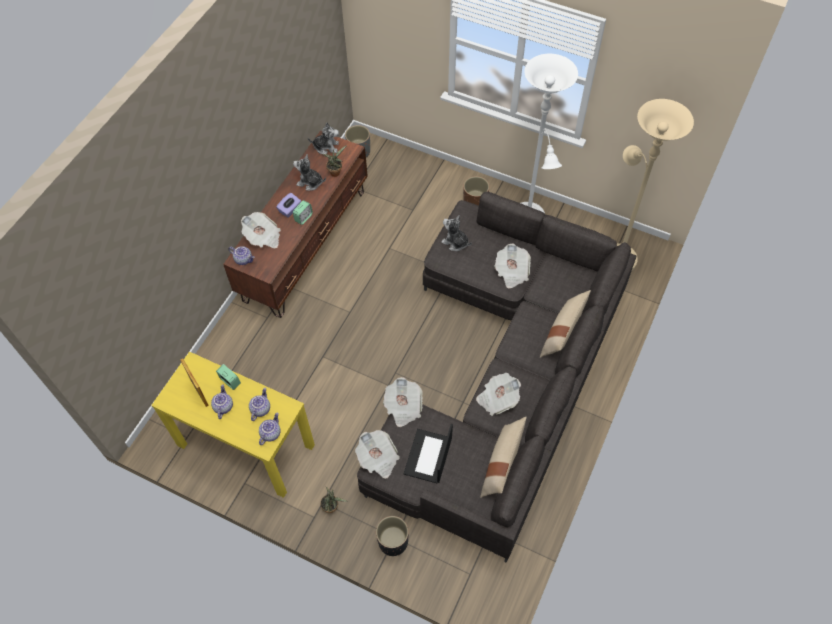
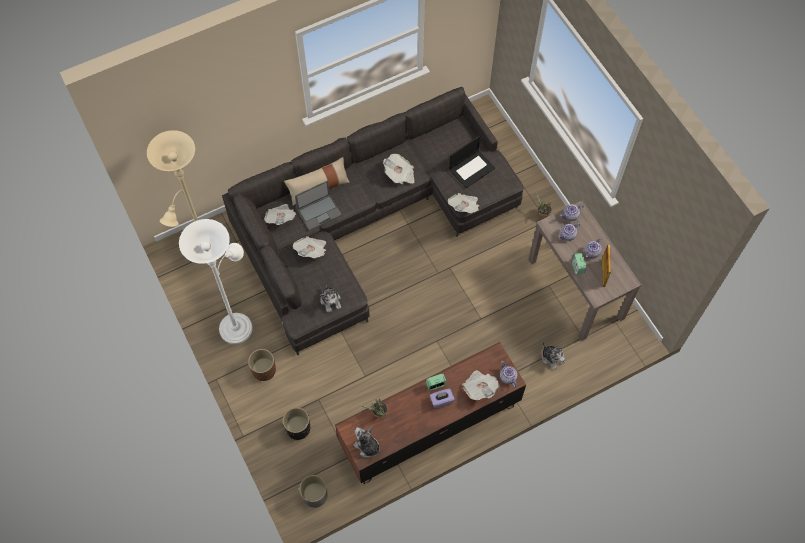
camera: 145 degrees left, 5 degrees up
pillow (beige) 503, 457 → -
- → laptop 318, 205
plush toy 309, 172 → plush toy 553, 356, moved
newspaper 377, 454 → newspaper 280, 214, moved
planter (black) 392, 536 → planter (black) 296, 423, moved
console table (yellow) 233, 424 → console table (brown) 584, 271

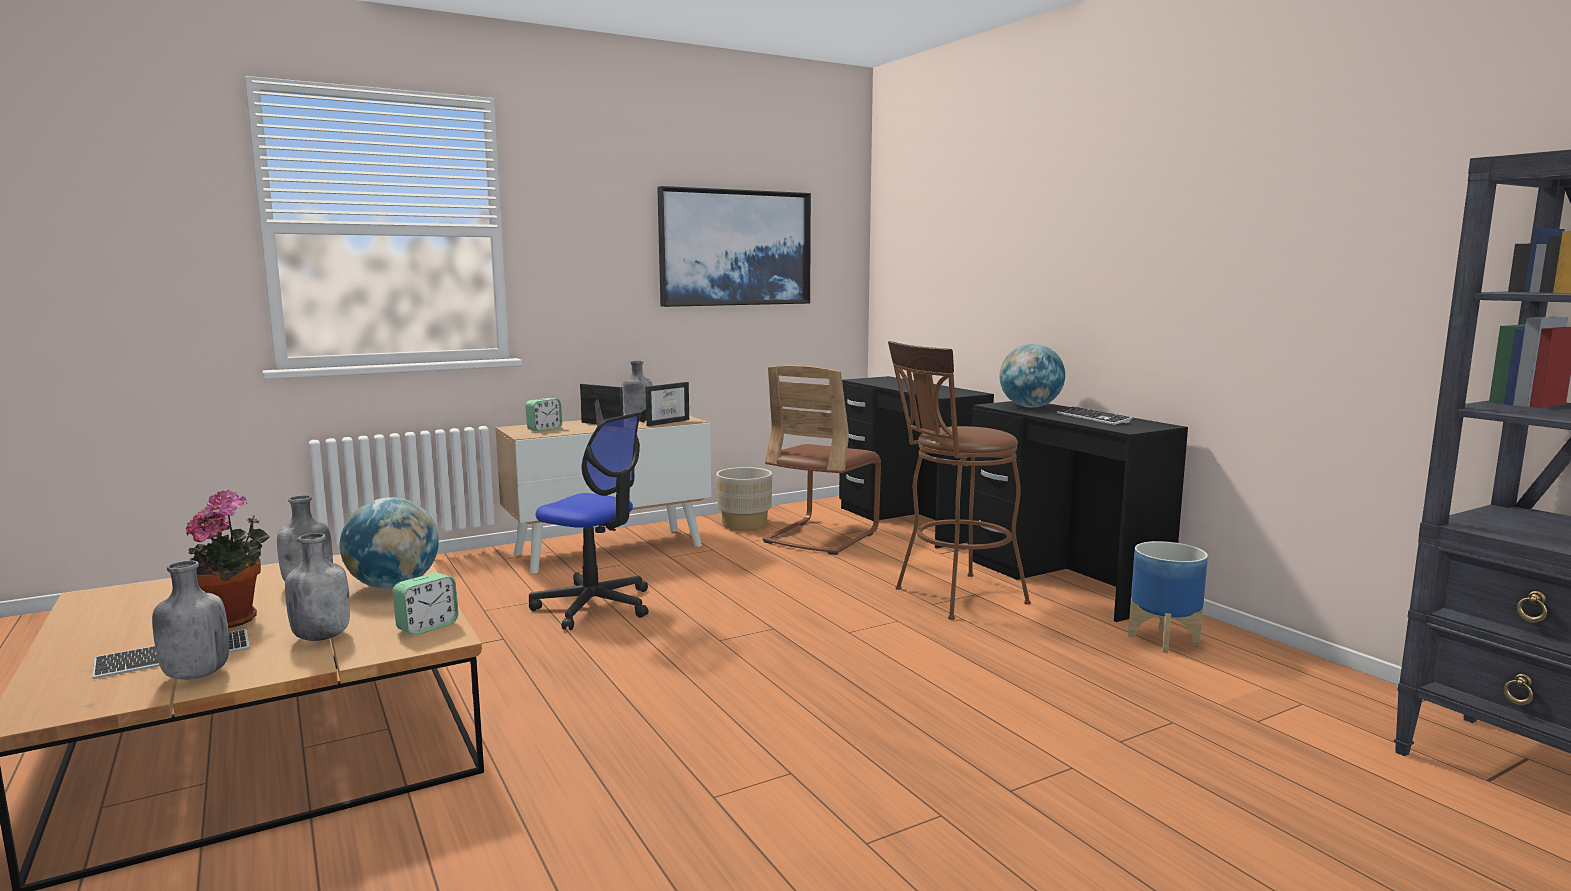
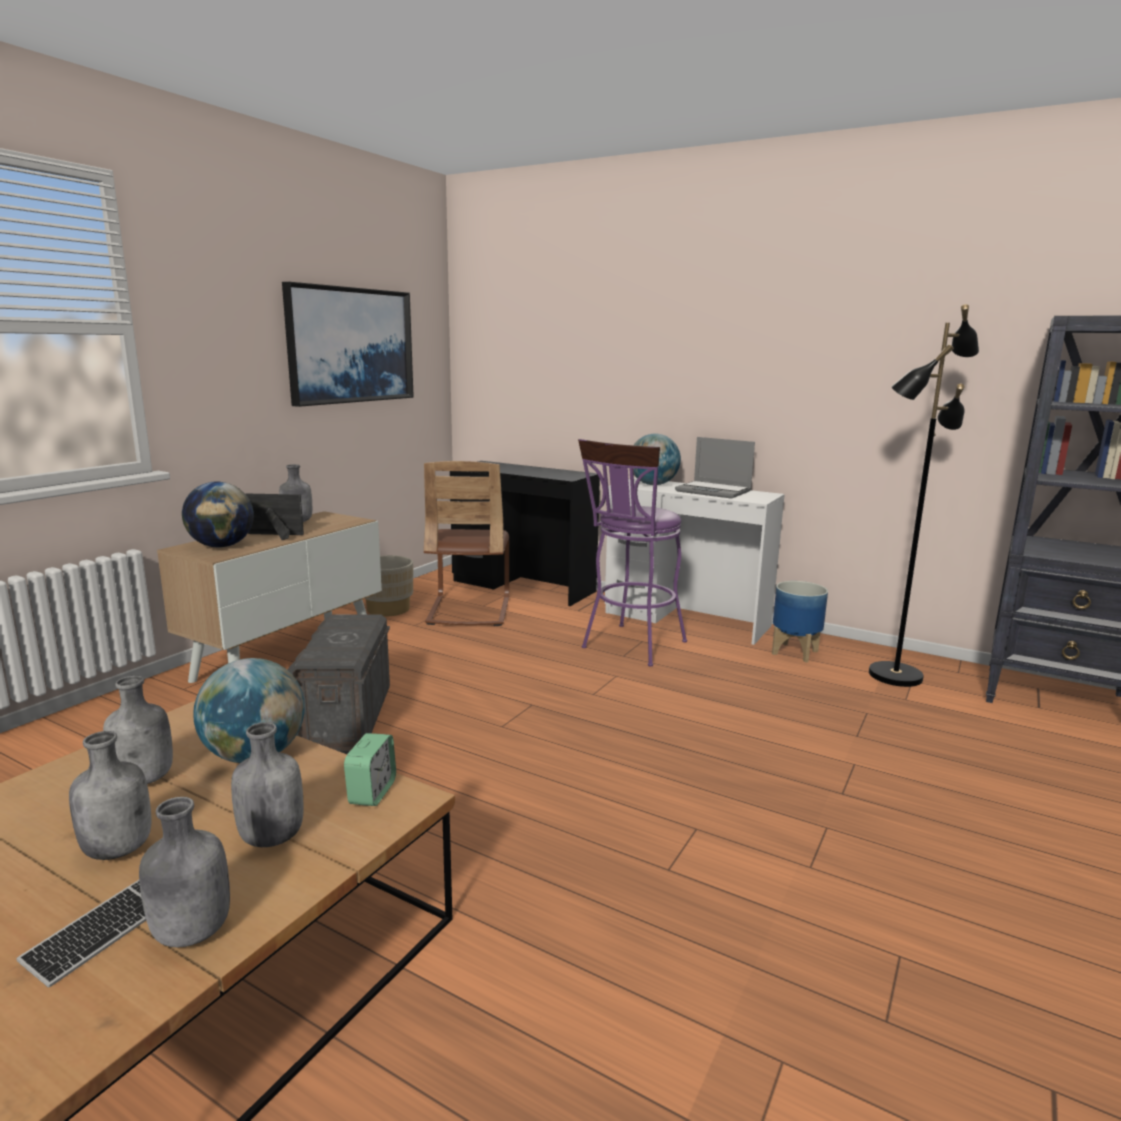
camera: 30 degrees left, 5 degrees up
picture frame 664, 404 → -
- → floor lamp (black) 924, 495
potted plant 228, 558 → bottle (grey) 110, 795
alarm clock 543, 414 → globe 218, 515
office chair 589, 521 → storage box (grey) 339, 684
keyboard 1094, 415 → laptop 715, 468
stool (brown) 959, 480 → stool (purple) 632, 552
desk (black) 1077, 511 → desk (white) 695, 561

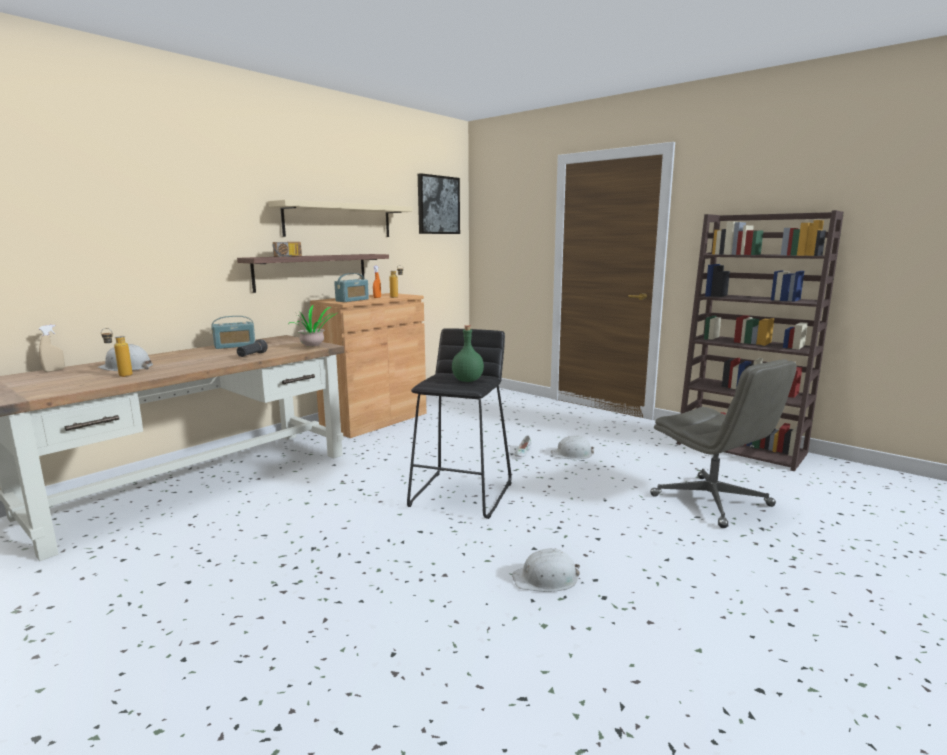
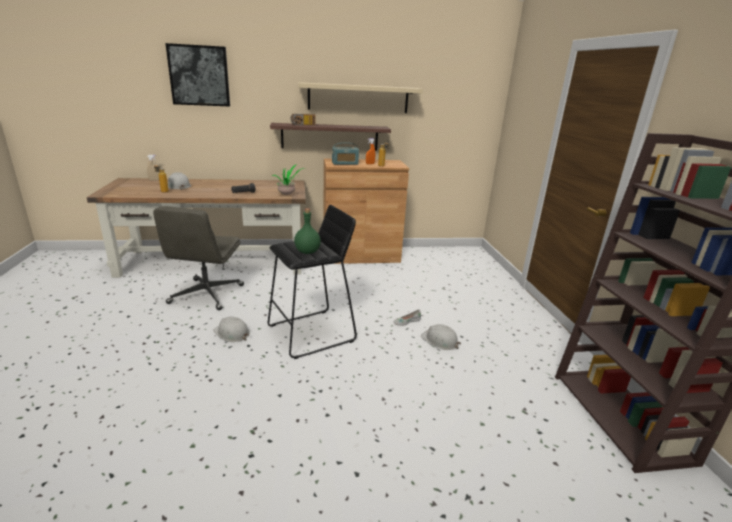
camera: 40 degrees right, 10 degrees up
radio 233, 332 → -
picture 439, 203 → picture 197, 74, moved
hard hat (white) 546, 570 → hard hat (white) 231, 329, moved
office chair (grey) 723, 443 → office chair (grey) 198, 258, moved

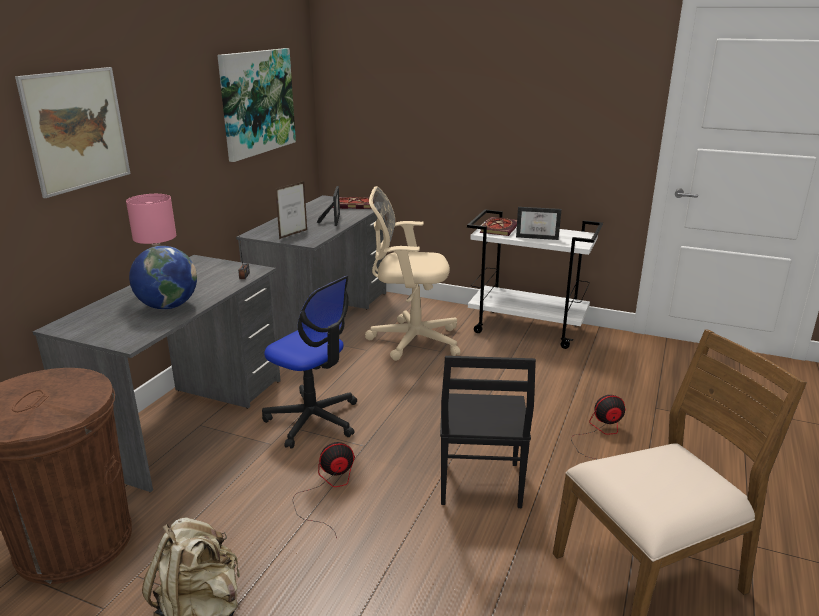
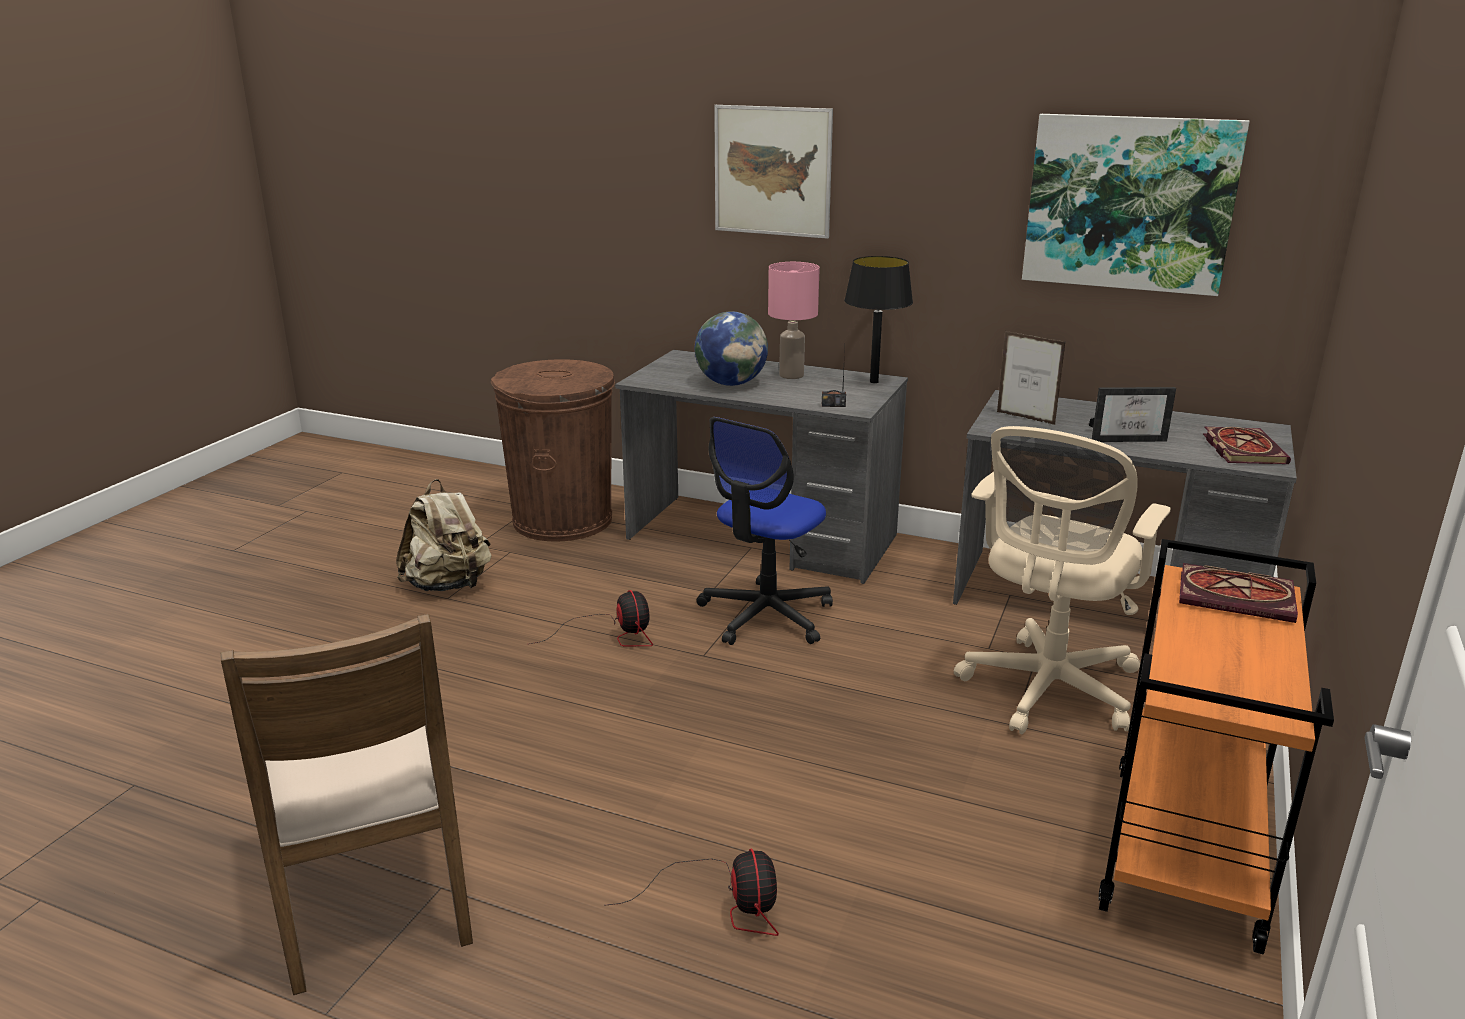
camera: 90 degrees right, 0 degrees up
chair (black) 488, 432 → -
picture frame 539, 223 → -
- → table lamp (black) 878, 319
cart (white) 535, 279 → cart (orange) 1216, 746
office chair (beige) 412, 273 → office chair (beige) 1062, 580, 150 degrees counterclockwise

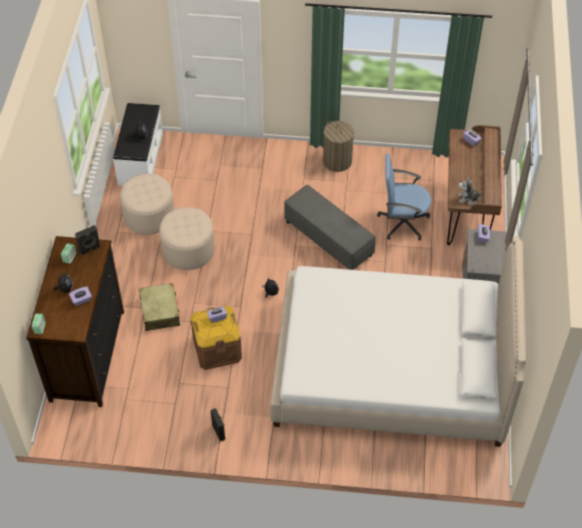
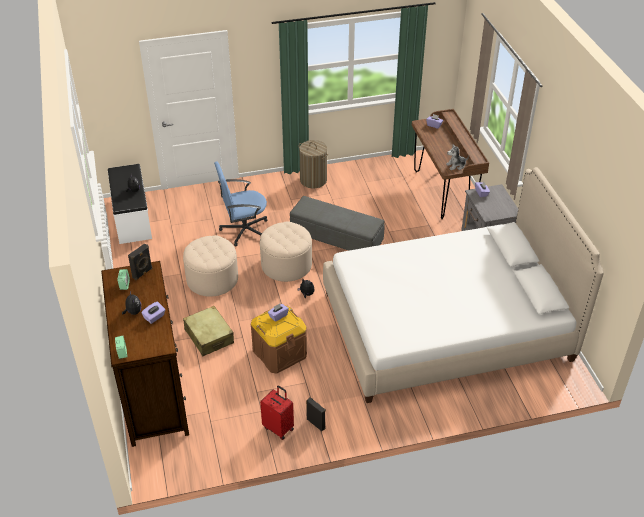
camera: 20 degrees left, 10 degrees down
- → suitcase (red) 277, 412
ottoman (beige) 147, 204 → ottoman (beige) 286, 252, moved
office chair (blue) 404, 197 → office chair (blue) 240, 204, moved

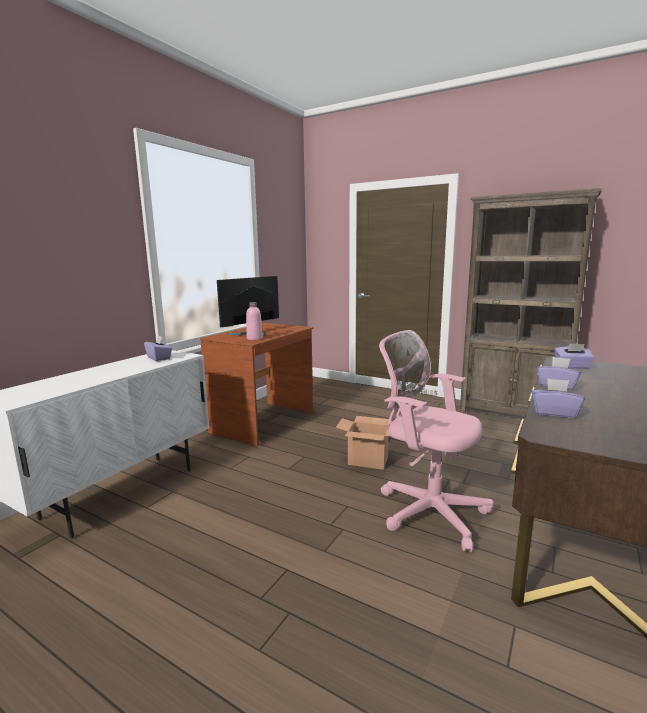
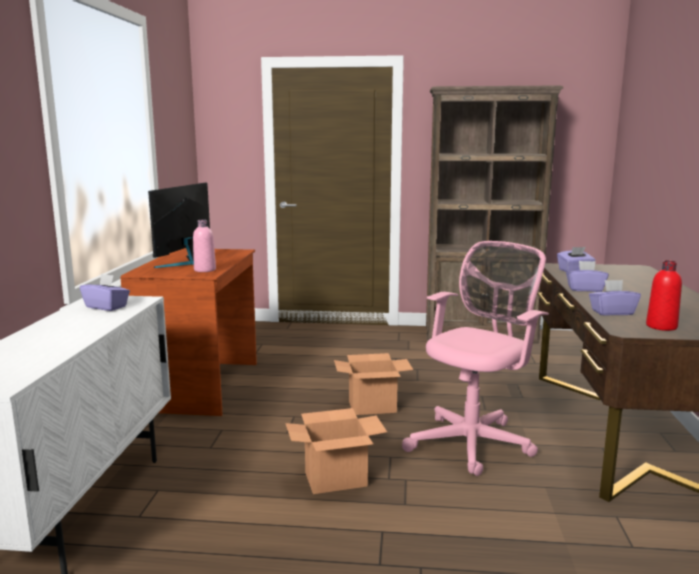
camera: 25 degrees left, 0 degrees up
- → cardboard box 336, 451
- → bottle (red) 664, 295
office chair (pink) 436, 441 → office chair (pink) 475, 358, 120 degrees clockwise

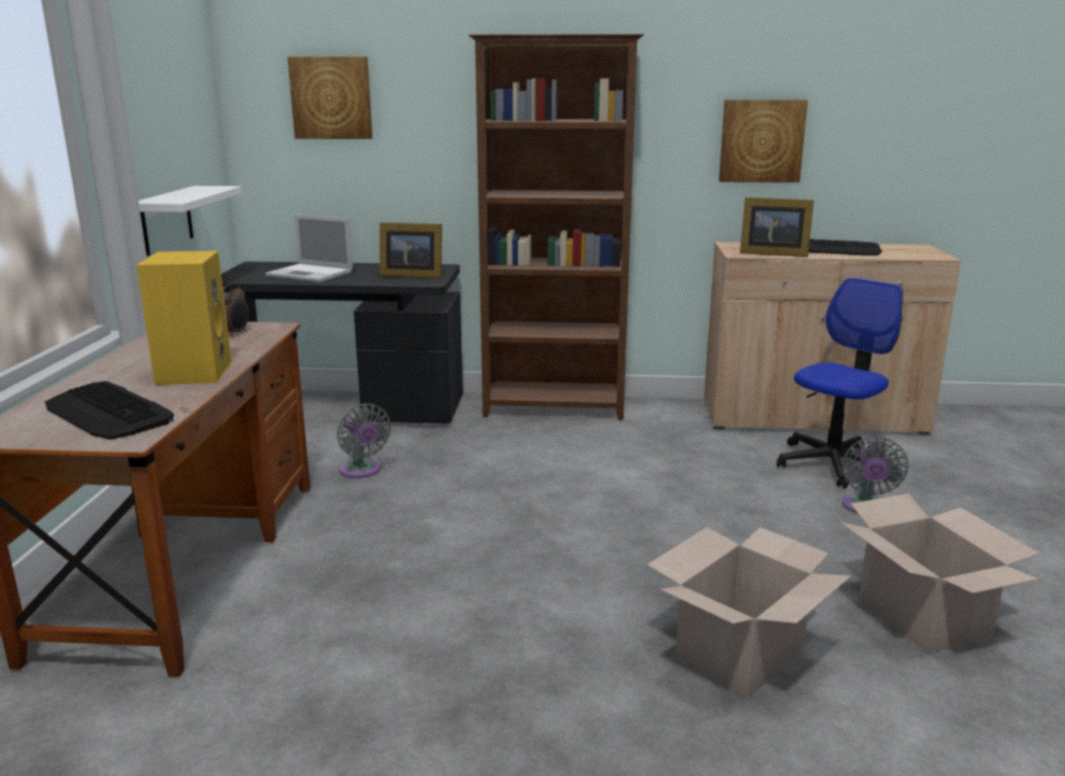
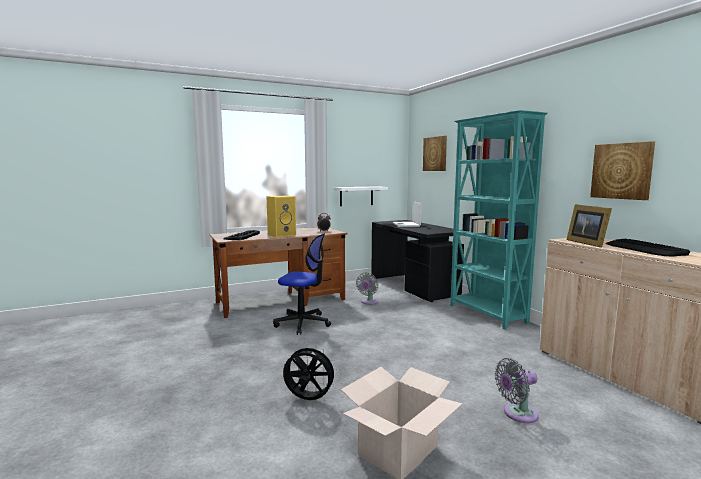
camera: 60 degrees right, 10 degrees down
picture frame 411, 250 → -
office chair 840, 383 → office chair 302, 284, moved
cardboard box 749, 612 → fan (black) 310, 372
bookcase (brown) 556, 227 → bookcase (turquoise) 499, 219

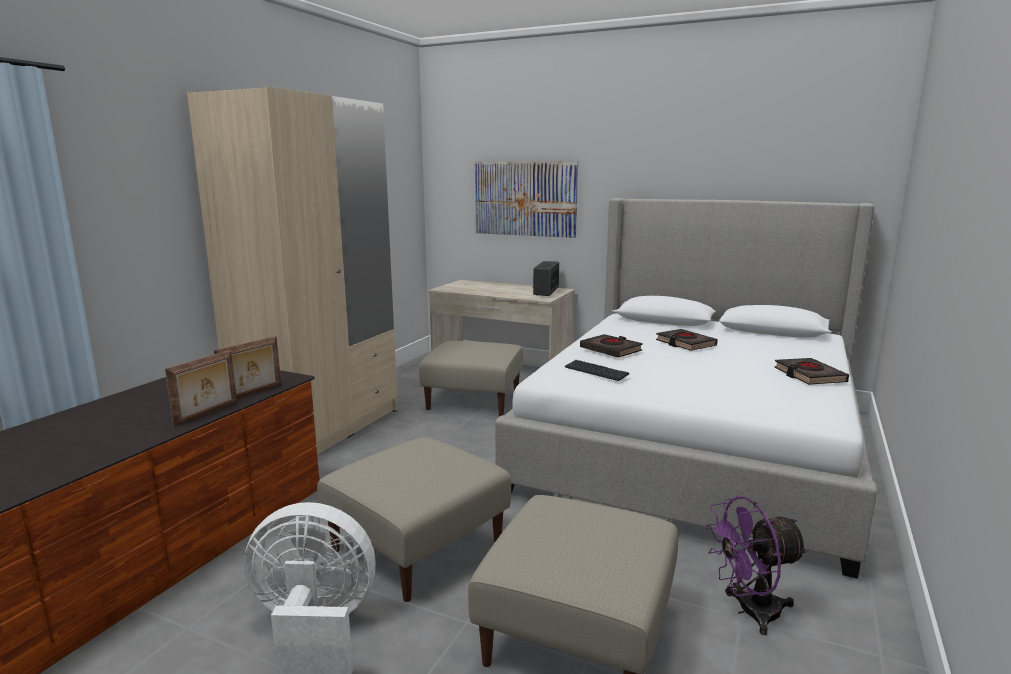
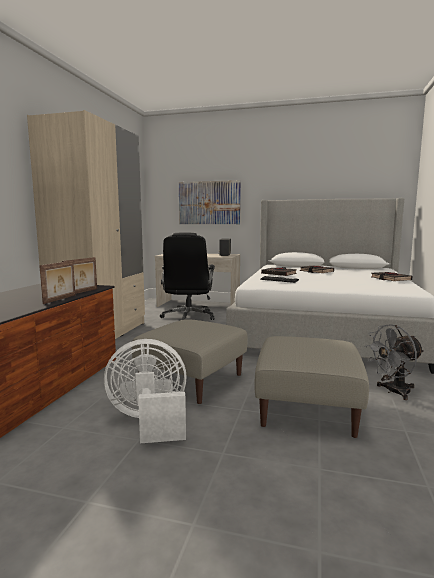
camera: 10 degrees left, 5 degrees down
ottoman (beige) 471, 378 → office chair (black) 187, 276
fan (purple) 756, 565 → fan (grey) 394, 362

